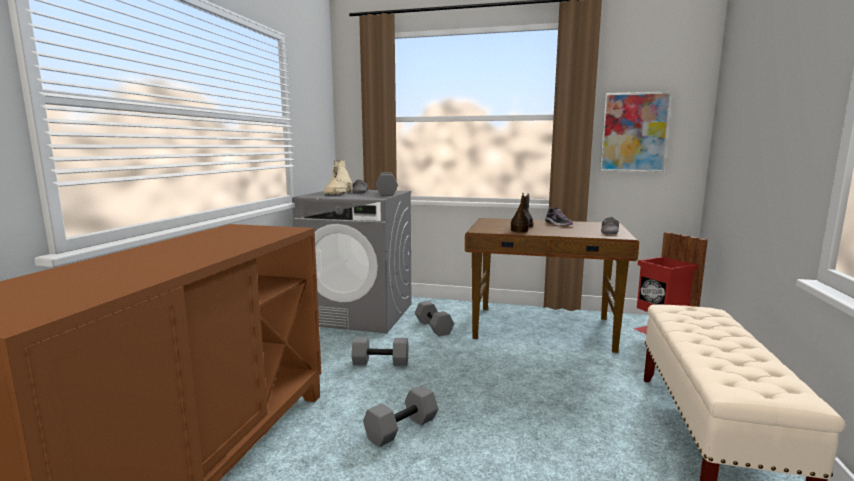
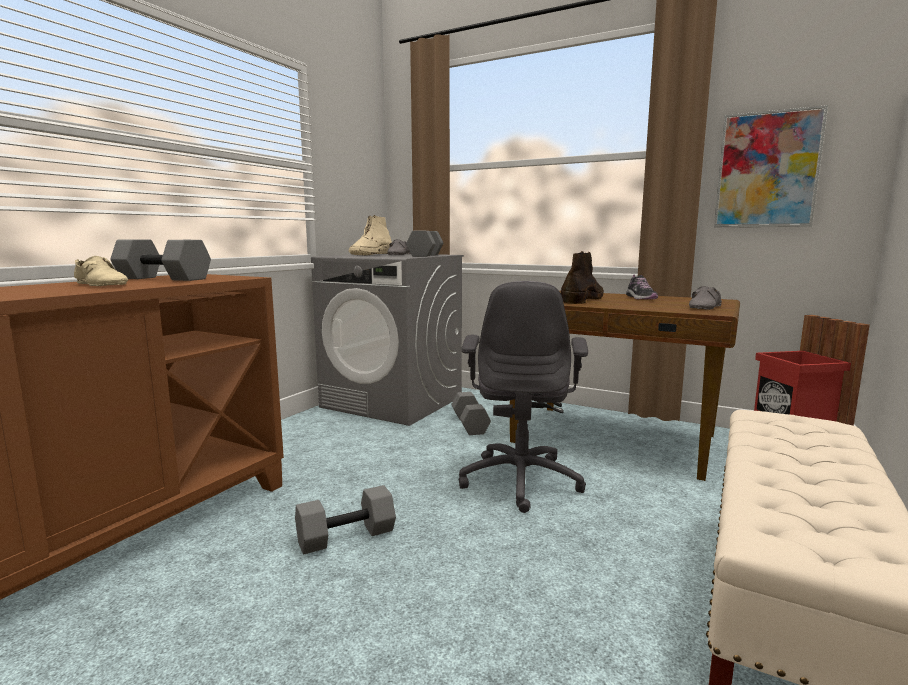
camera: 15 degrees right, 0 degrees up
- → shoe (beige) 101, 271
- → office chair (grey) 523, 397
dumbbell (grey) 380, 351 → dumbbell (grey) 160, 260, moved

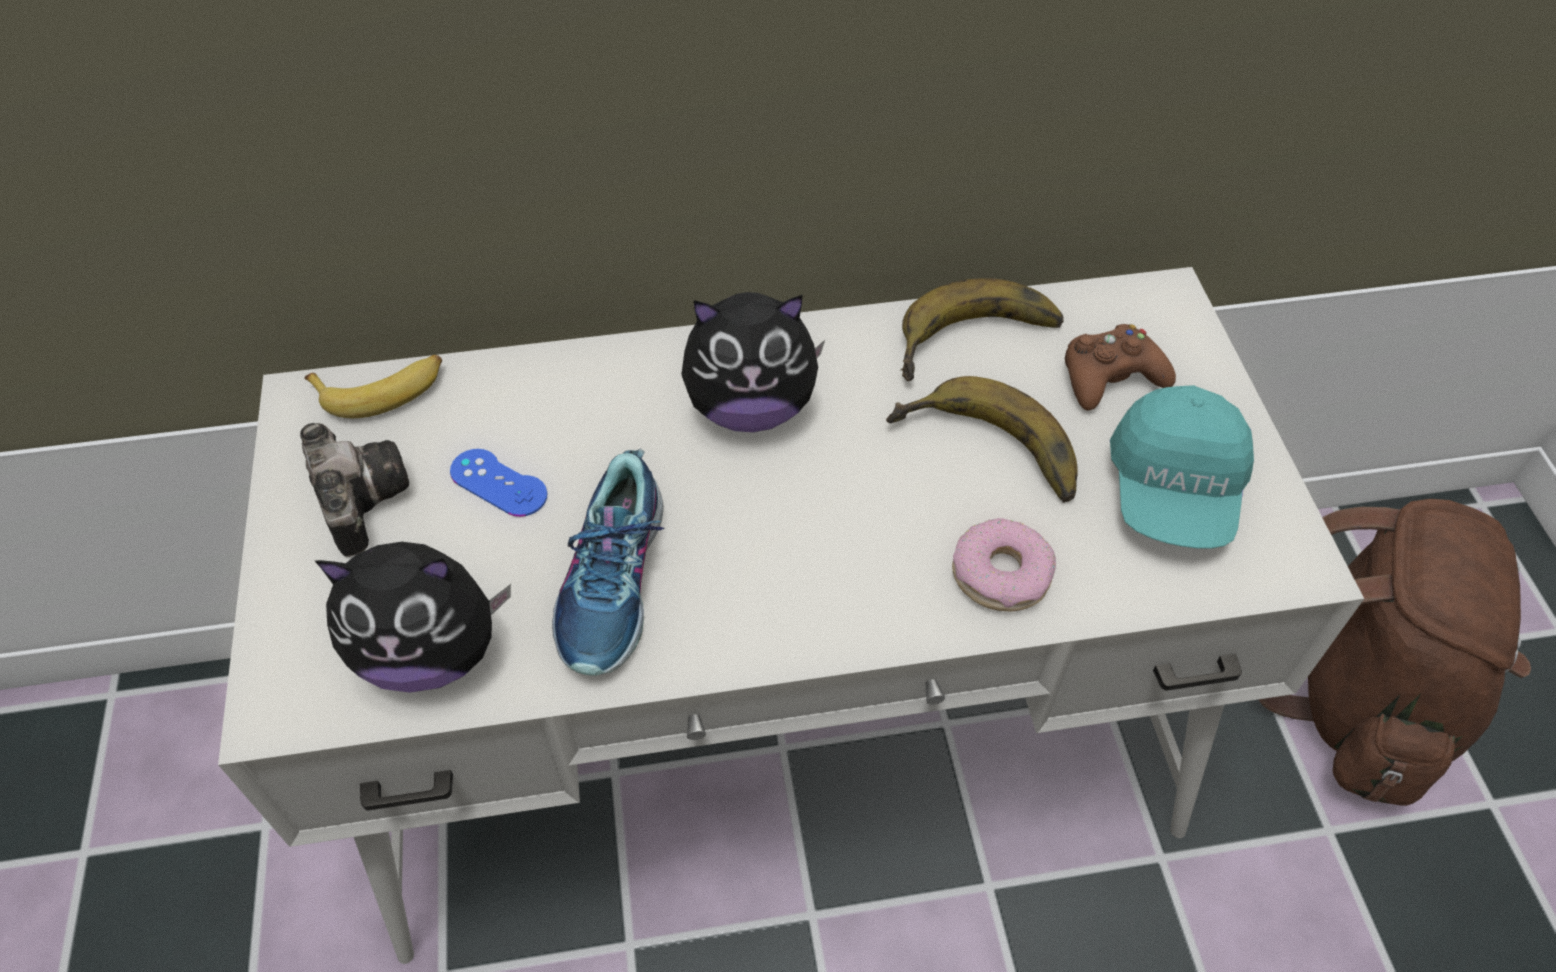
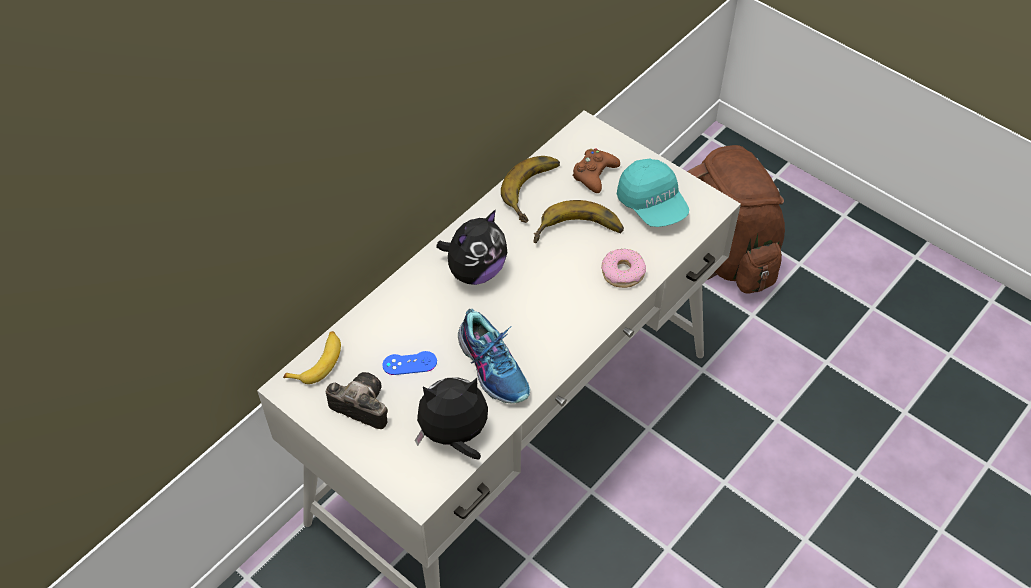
camera: 40 degrees left, 0 degrees up
plush toy 413, 617 → plush toy 451, 418, 150 degrees counterclockwise

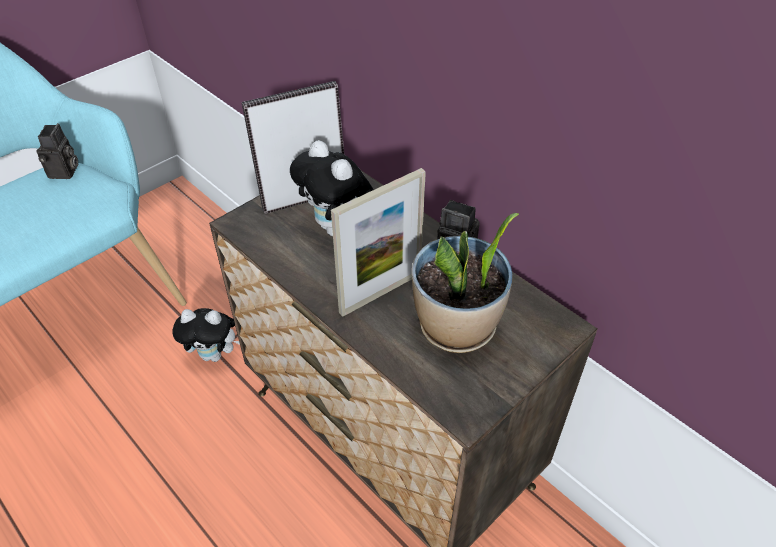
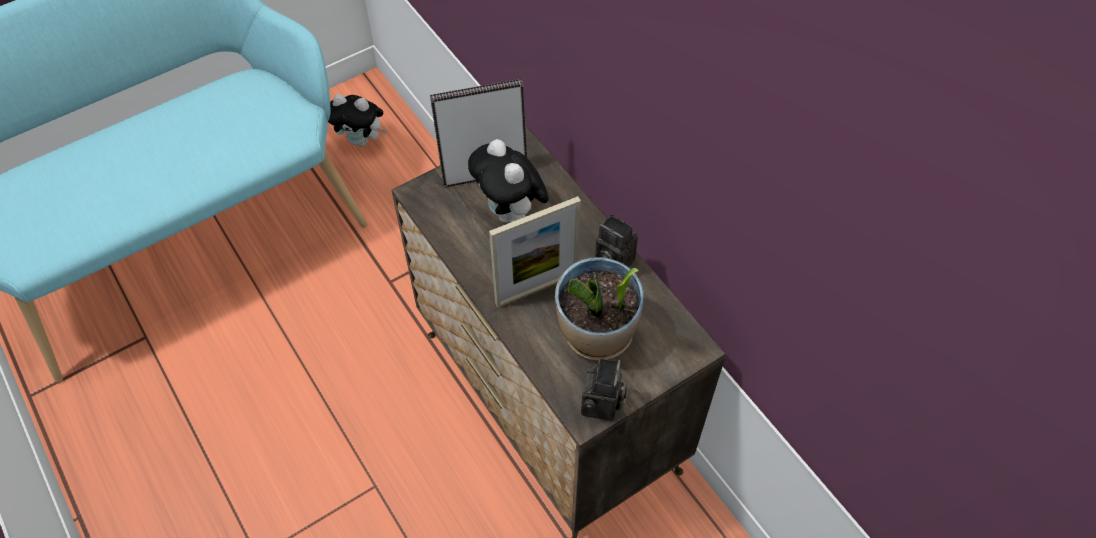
camera: 10 degrees right, 10 degrees up
photo camera 57, 151 → photo camera 604, 389, moved
plush toy 206, 335 → plush toy 357, 120, moved

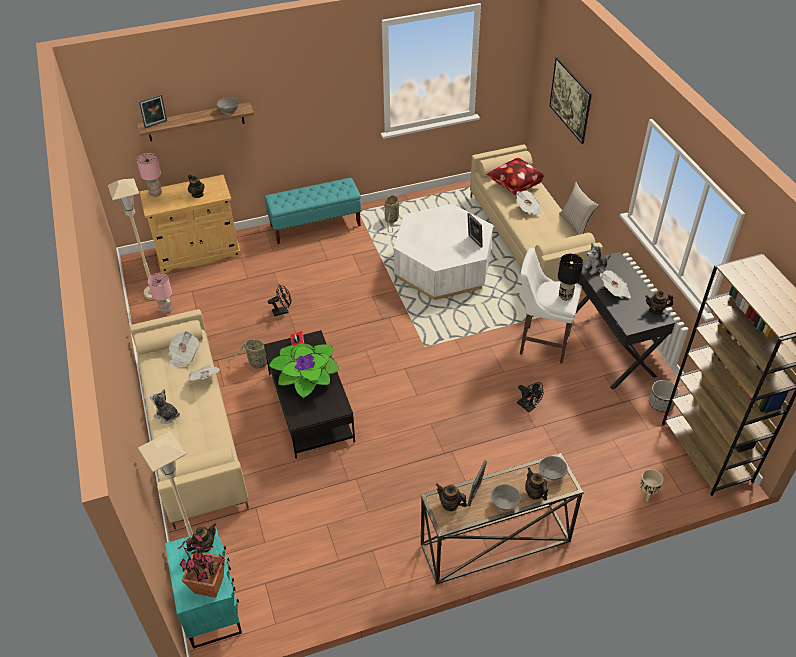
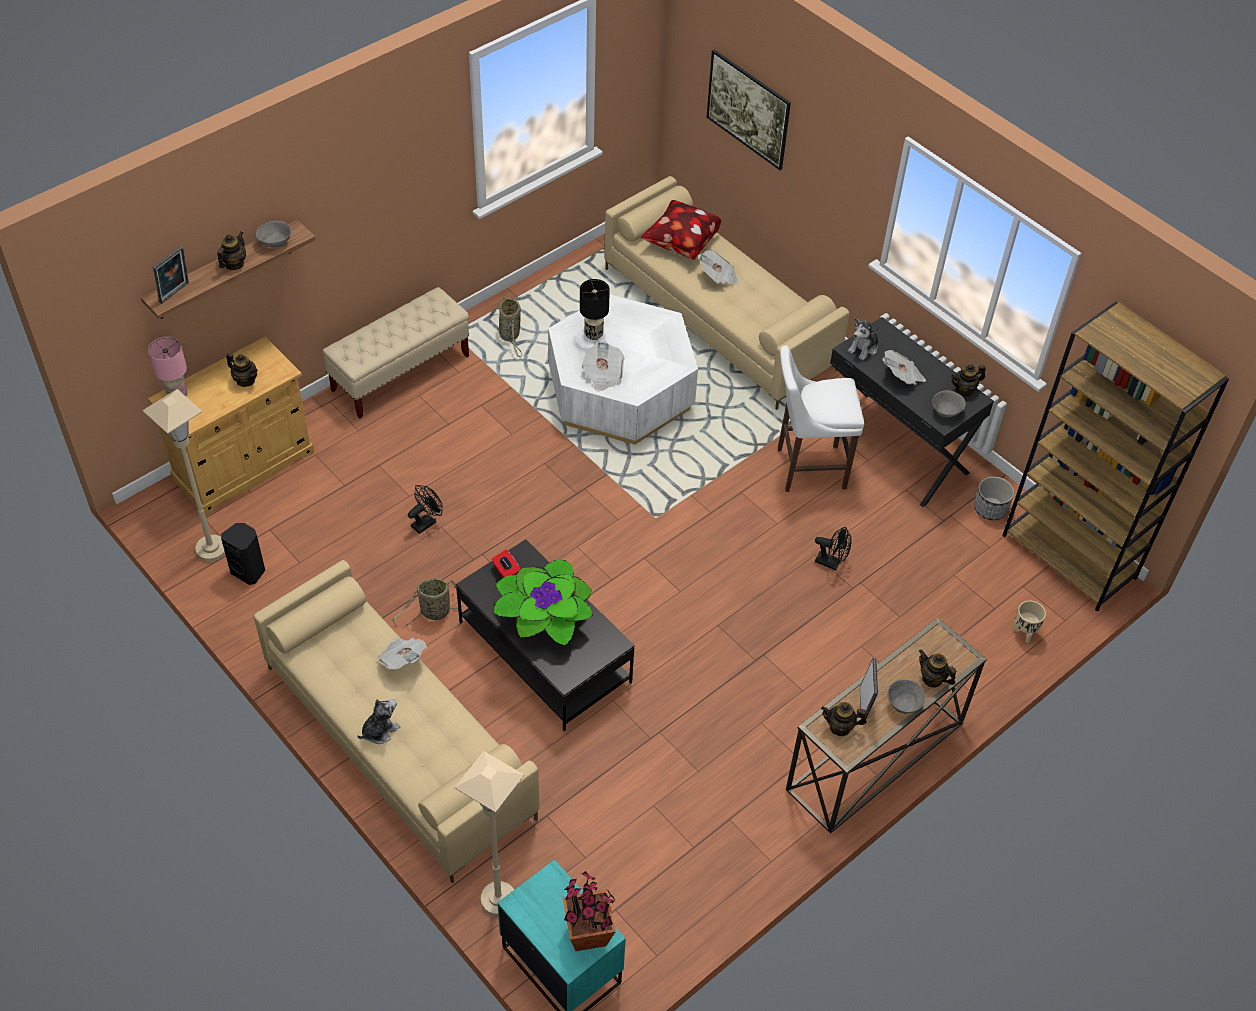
camera: 25 degrees left, 5 degrees up
picture frame 475, 230 → -
pillow (beige) 579, 208 → -
newspaper 184, 349 → newspaper 603, 366, moved
teapot 201, 538 → teapot 231, 251, moved
bowl (grey) 553, 468 → bowl (grey) 949, 404, moved
table lamp (black) 570, 277 → table lamp (black) 595, 309, moved
table lamp (pink) 160, 293 → speaker (black) 243, 554
bench (turquoise) 313, 211 → bench (beige) 396, 353
plush toy 165, 406 → plush toy 379, 721, 135 degrees clockwise

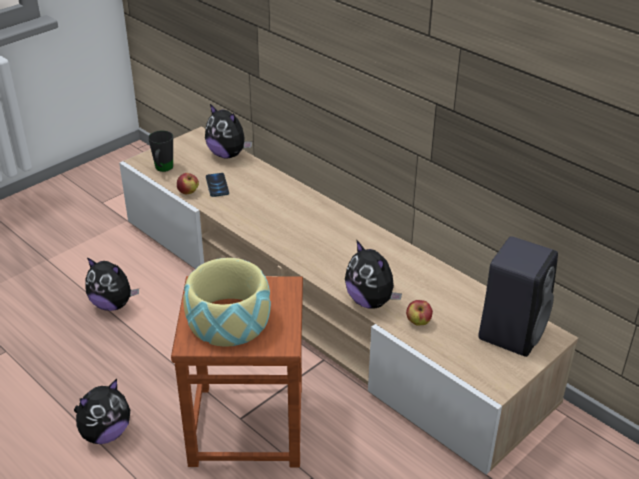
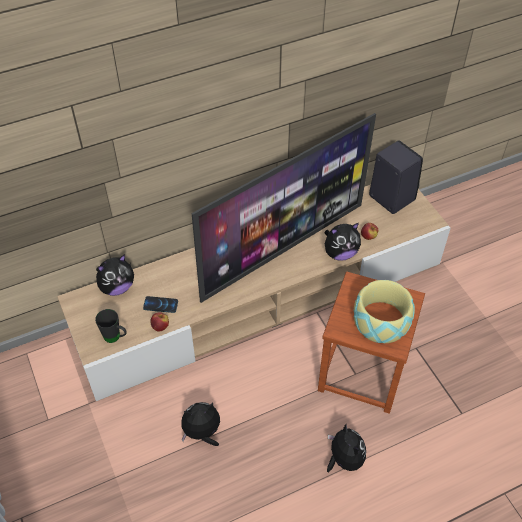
camera: 70 degrees left, 15 degrees up
- → television 284, 208
plush toy 112, 284 → plush toy 200, 424, 150 degrees counterclockwise

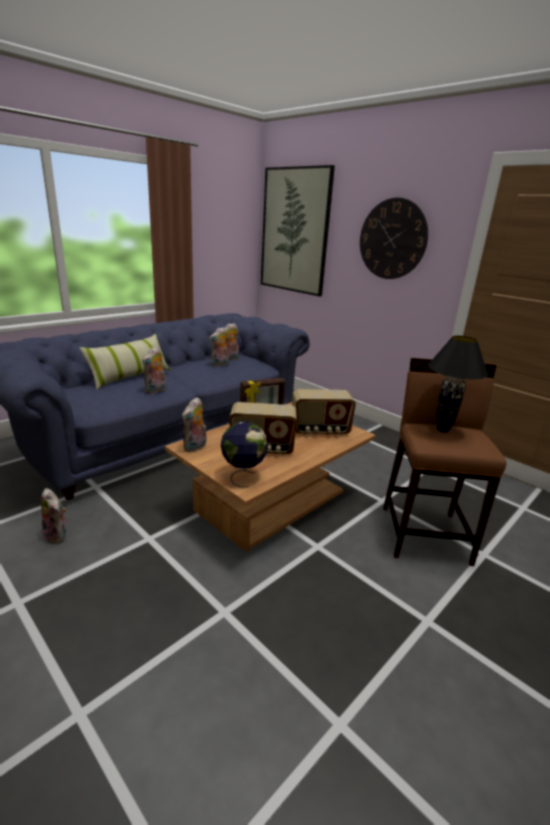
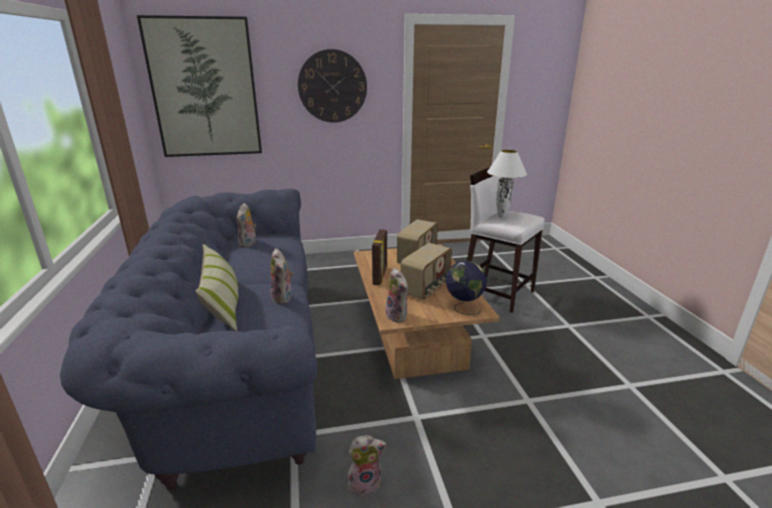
camera: 55 degrees left, 0 degrees up
plush toy 219, 346 → -
stool (brown) 445, 462 → stool (white) 506, 240
table lamp (black) 458, 384 → table lamp (white) 507, 184

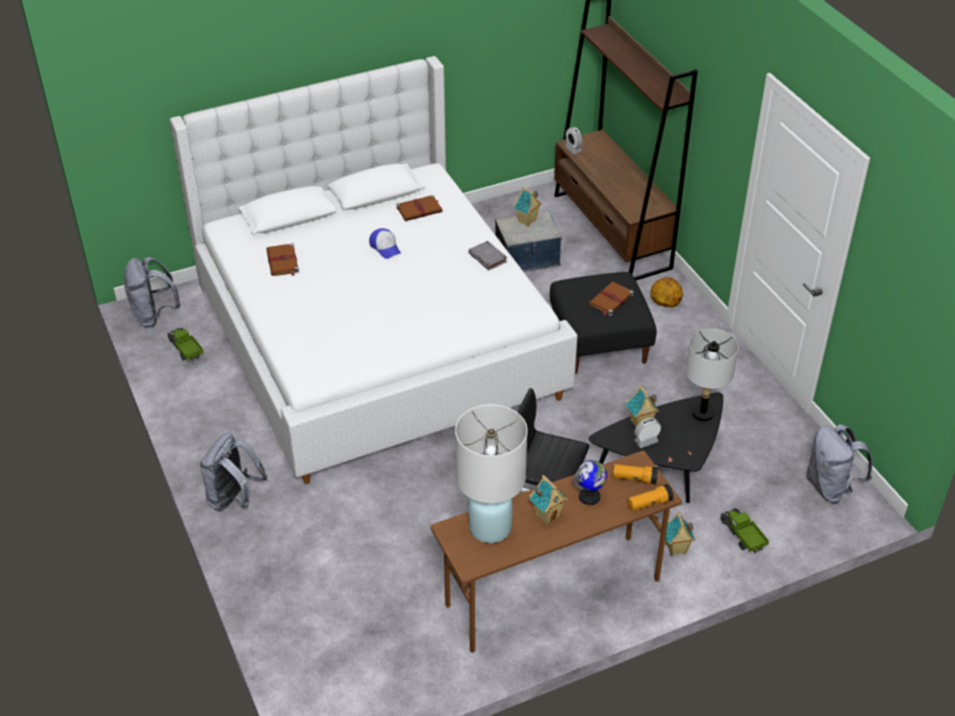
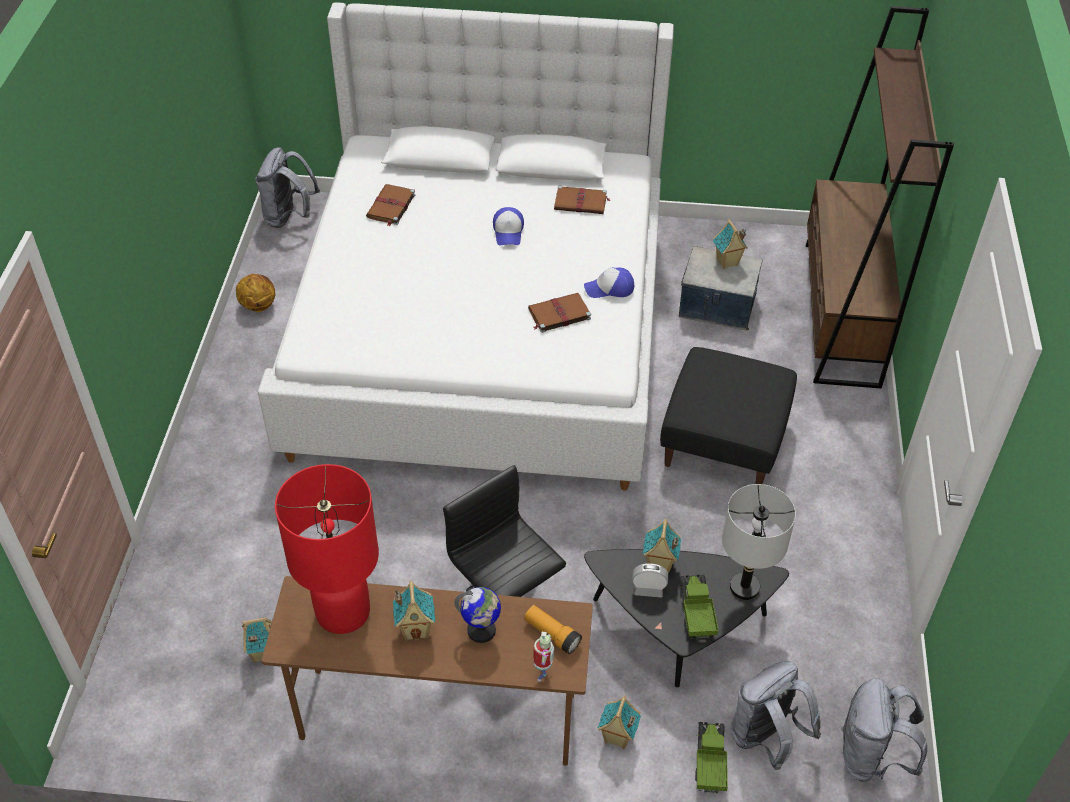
camera: 30 degrees right, 5 degrees up
alarm clock 573, 140 → -
- → toy house 257, 640
toy truck 185, 345 → toy truck 699, 607, moved
backpack (grey) 234, 472 → backpack (grey) 776, 715, moved
book (brown) 611, 299 → book (brown) 559, 313, moved
basketball 667, 292 → basketball 255, 293, moved
book (grey) 487, 255 → cap 609, 283
flashlight 650, 497 → toy robot 543, 657
table lamp (white) 491, 473 → table lamp (red) 327, 549

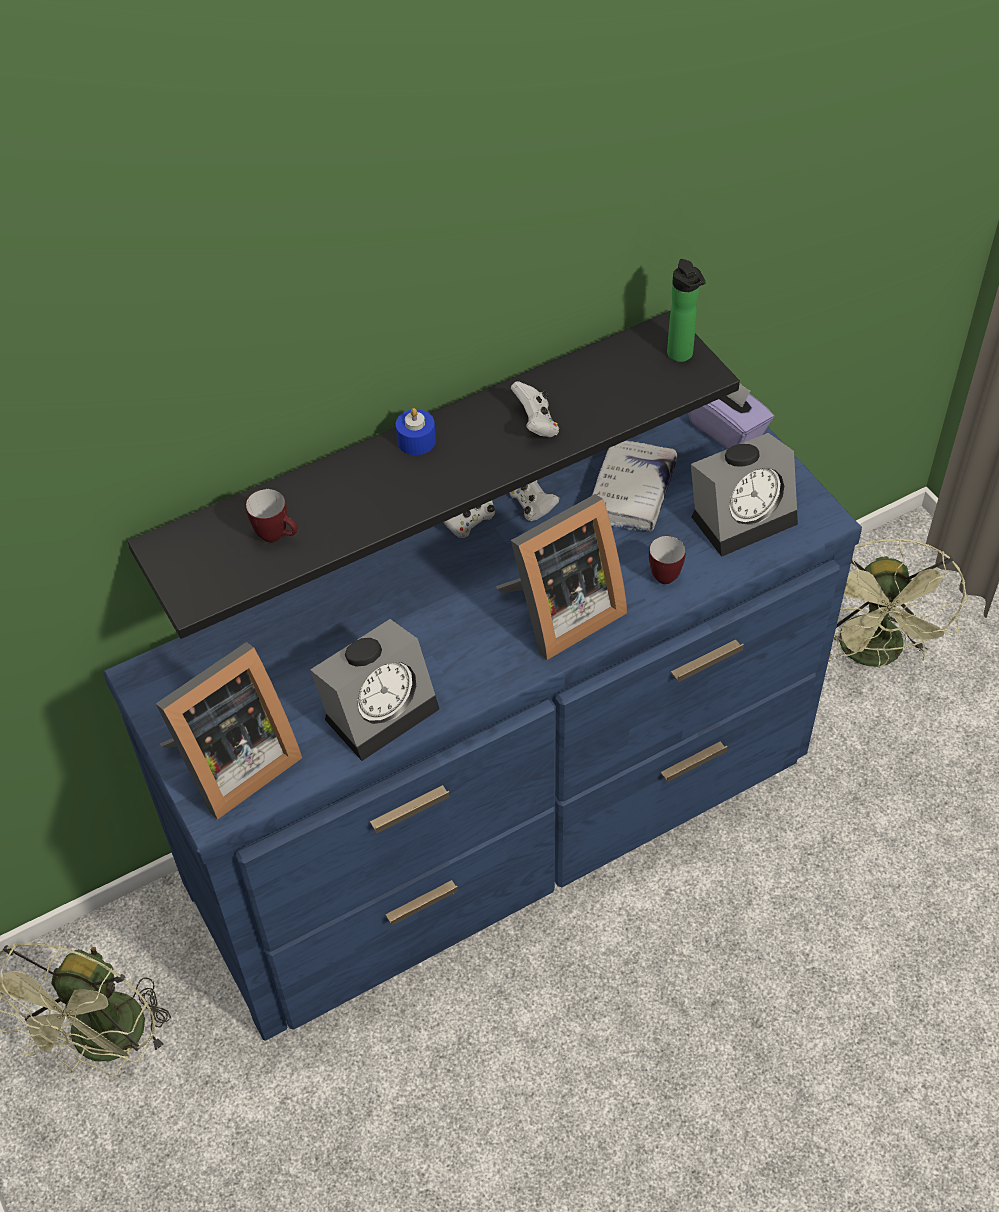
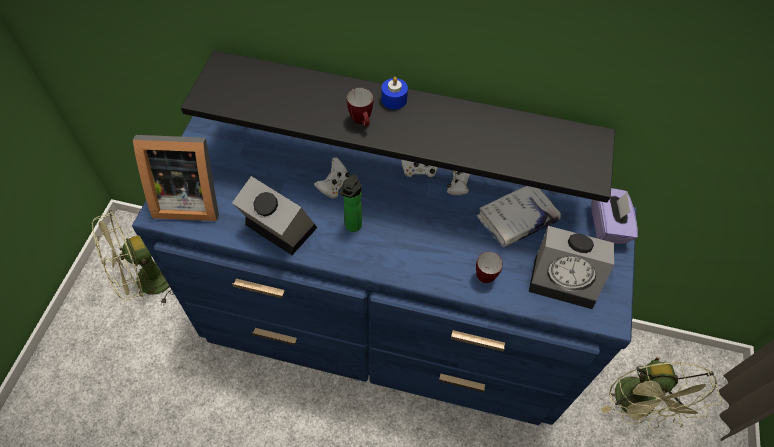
camera: 40 degrees right, 5 degrees up
picture frame 561, 577 → -
mug 272, 516 → mug 360, 107, moved
game controller (white) 535, 409 → game controller (white) 332, 178, moved
bottle 686, 310 → bottle 351, 203, moved
alarm clock 374, 690 → alarm clock 274, 215, 150 degrees counterclockwise
fan (green) 898, 603 → fan (green) 661, 393, 45 degrees counterclockwise

